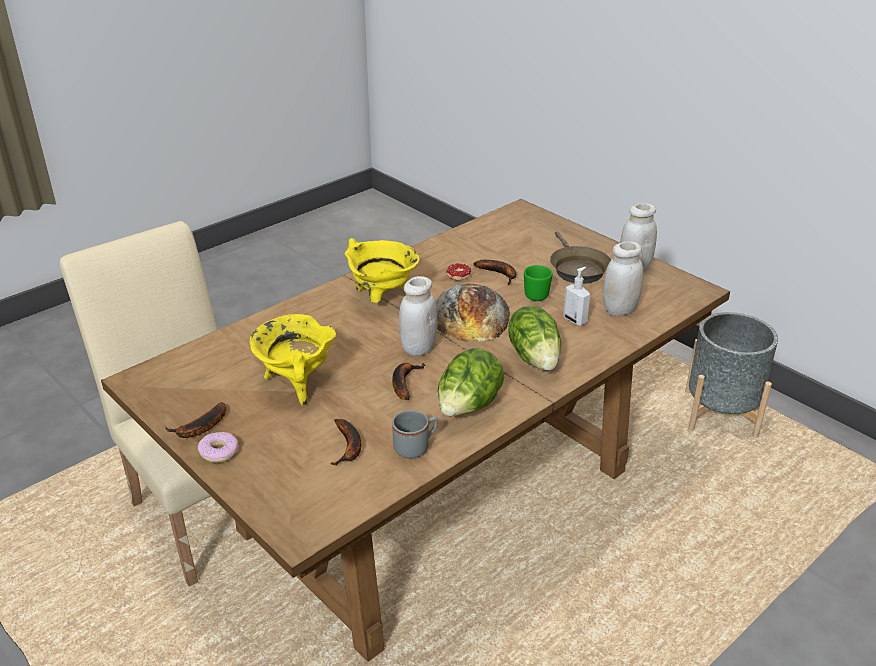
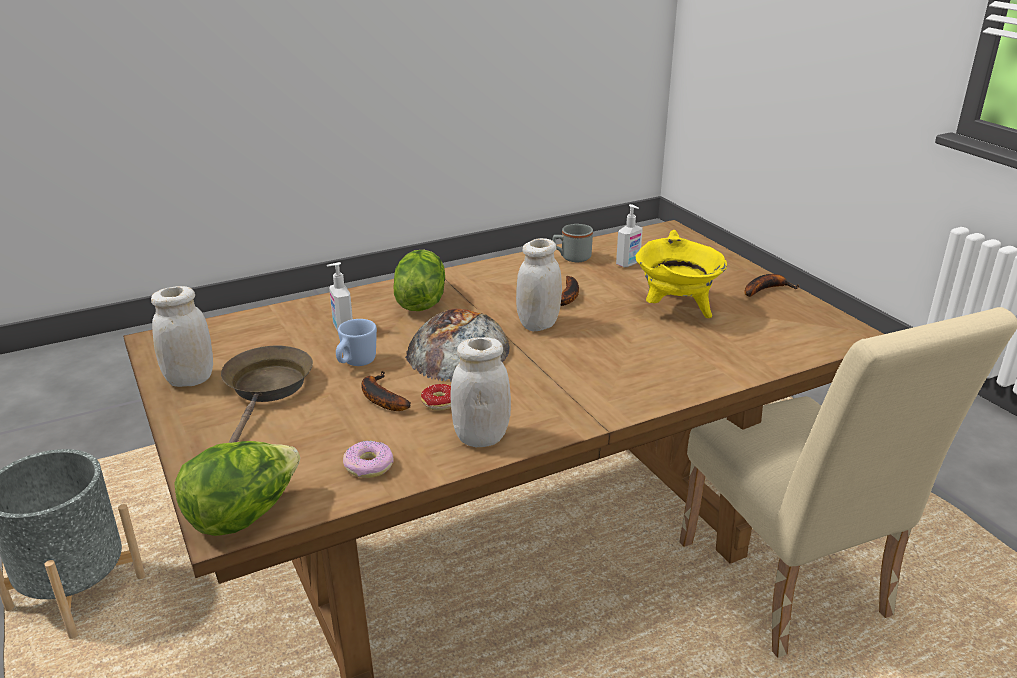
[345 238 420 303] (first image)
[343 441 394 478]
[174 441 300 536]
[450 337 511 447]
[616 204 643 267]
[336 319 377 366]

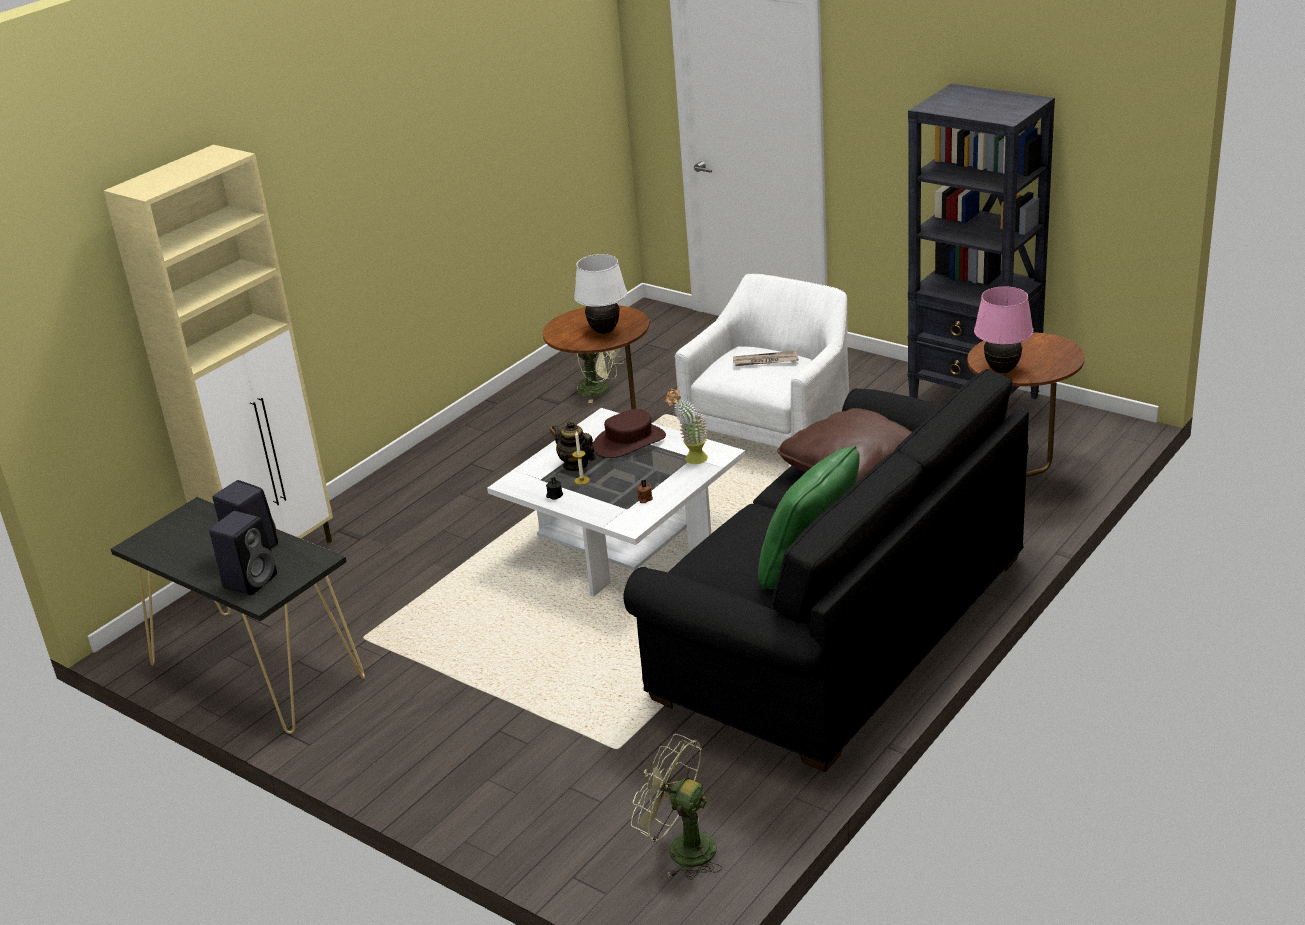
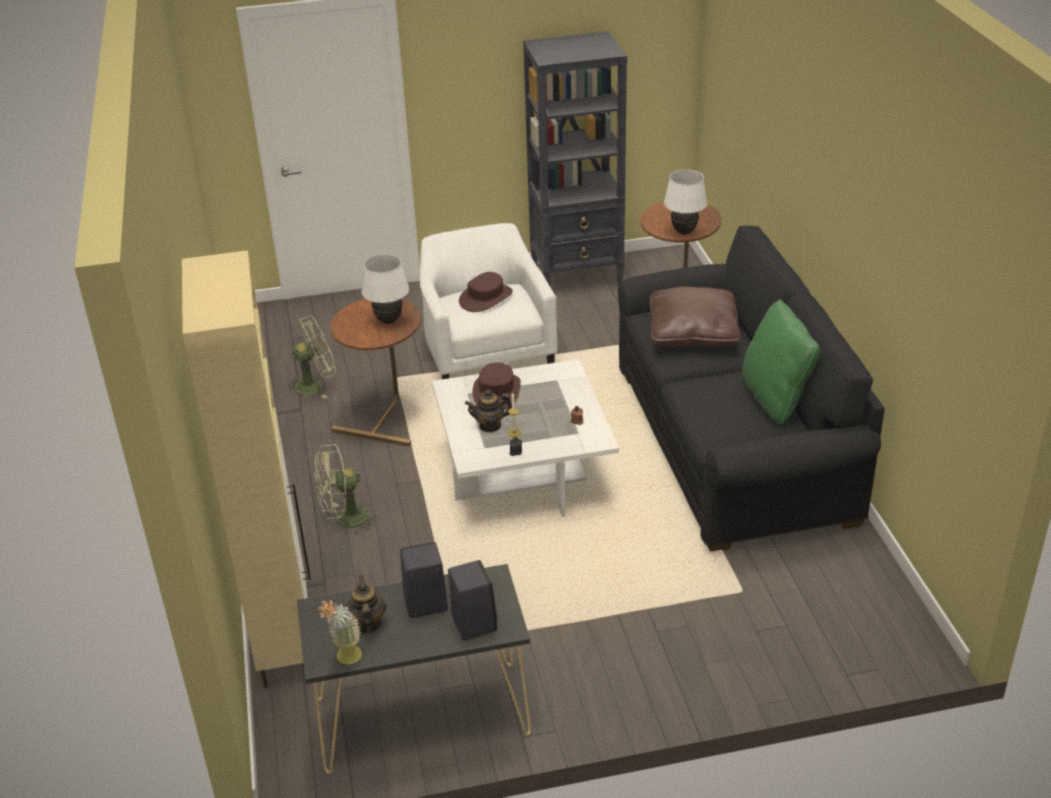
[346 575 386 634]
[315 444 379 536]
[317 599 362 665]
[459 272 513 312]
[664 170 707 235]

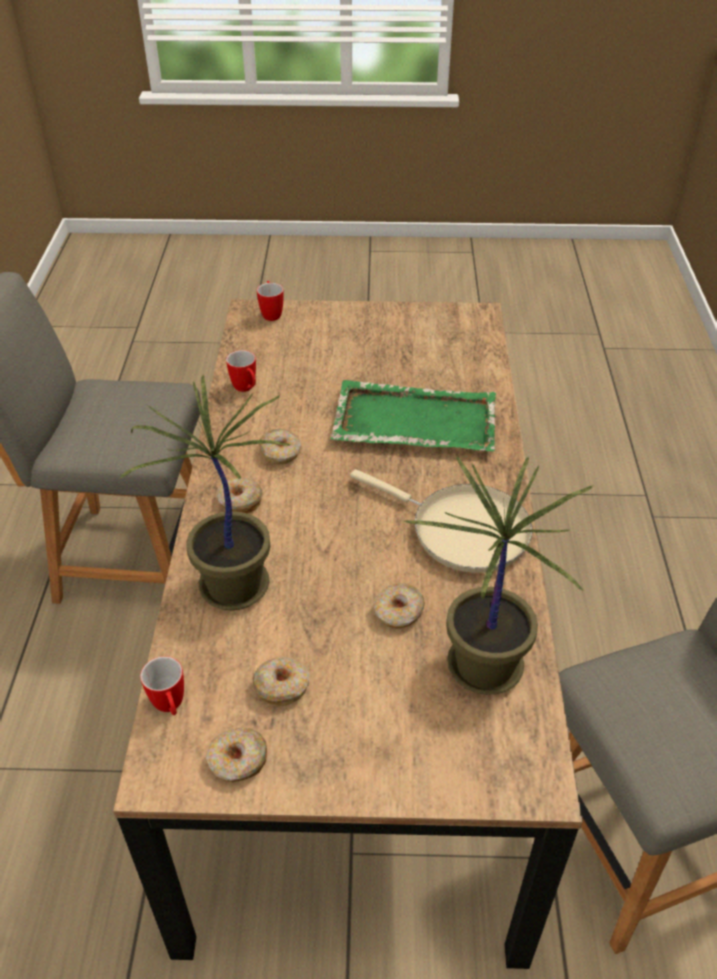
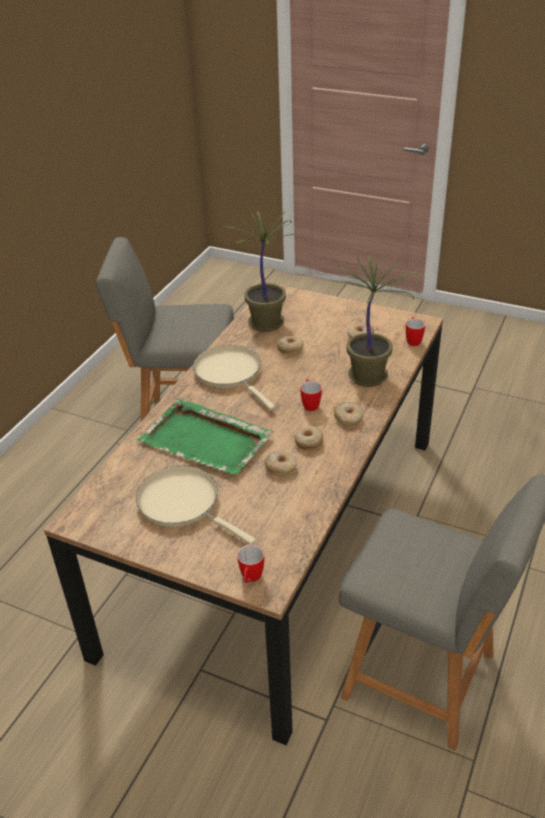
[136 466 256 544]
[264 451 297 476]
[300 379 322 411]

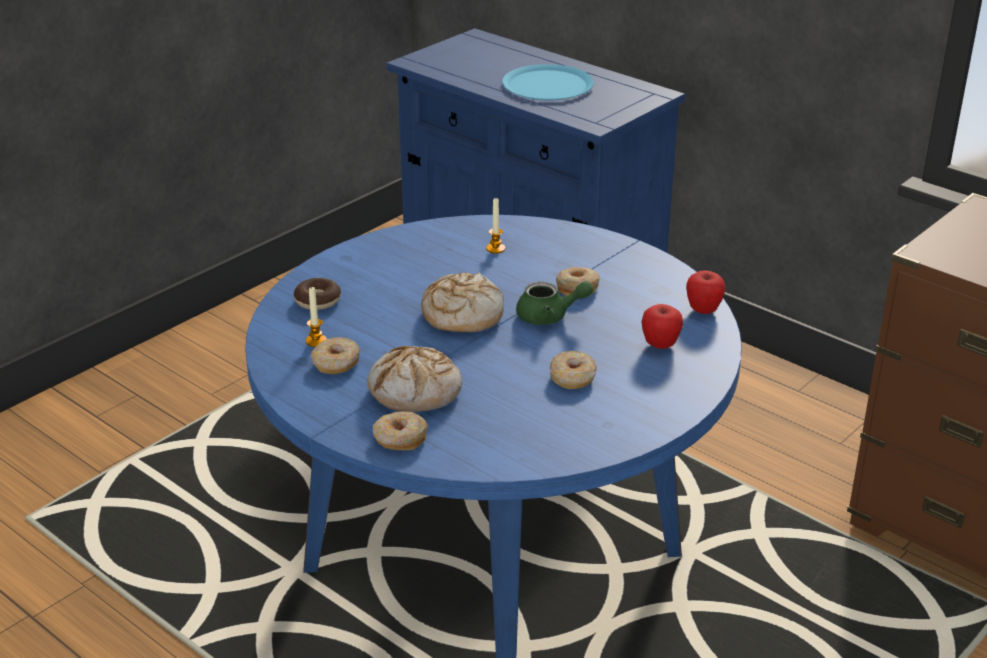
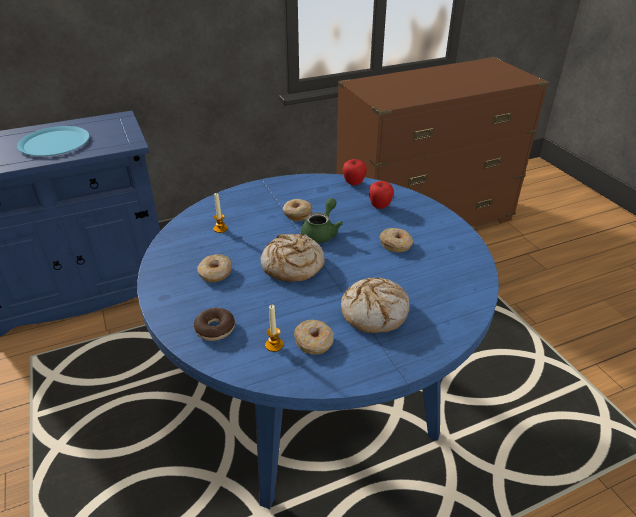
[197 254 232 282]

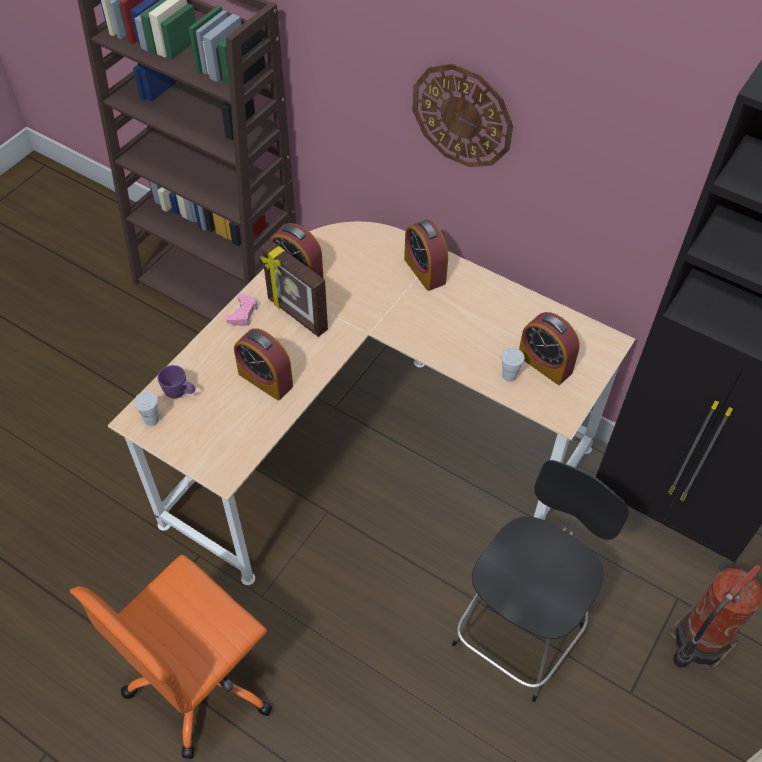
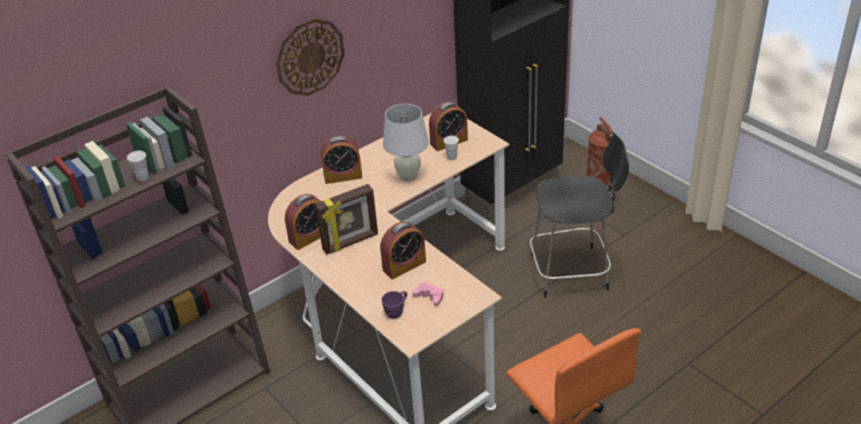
[383 104 429 182]
[127 151 149 181]
[412 282 444 306]
[530 133 629 298]

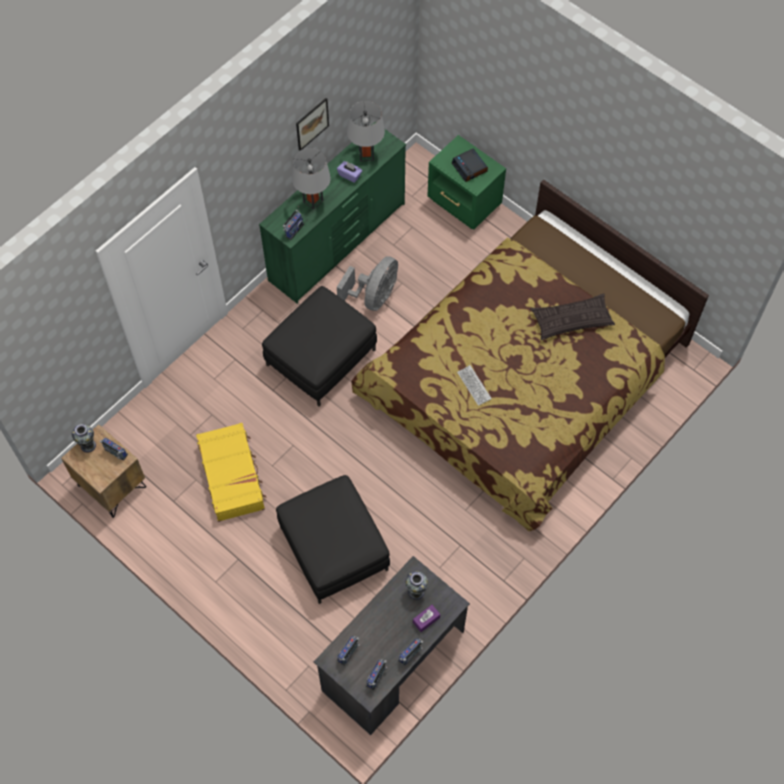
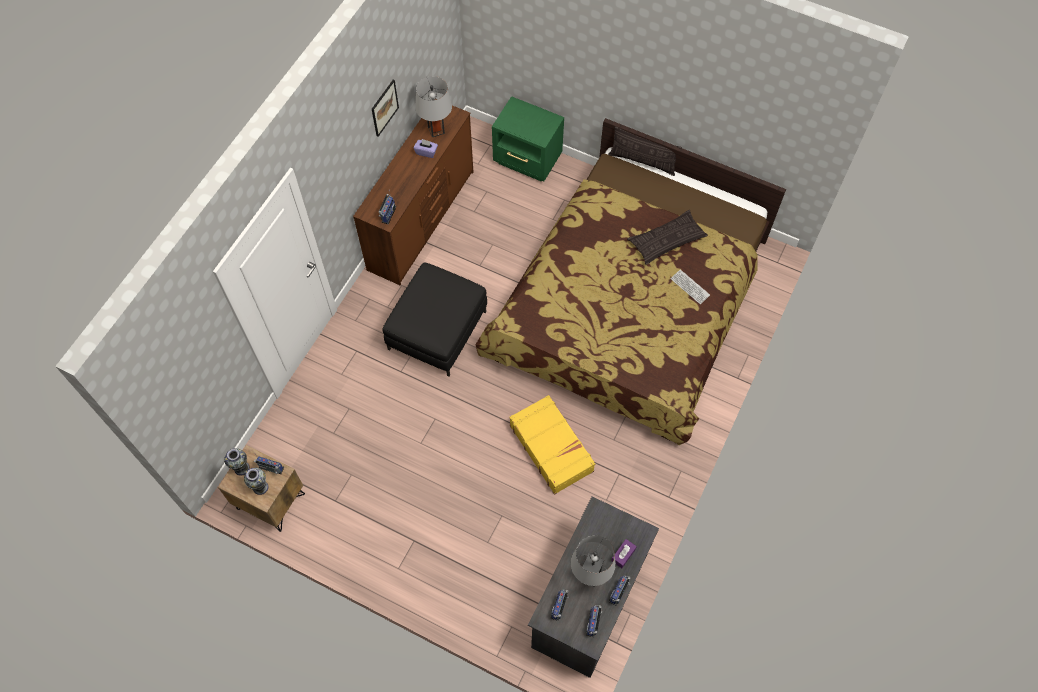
[276 475 390 604] (first image)
[337 256 398 311] (first image)
[452 148 488 182] (first image)
[608 126 682 176]
[509 395 595 494]
[571 535 616 587]
[244 468 268 495]
[671 270 710 304]
[353 99 474 285]

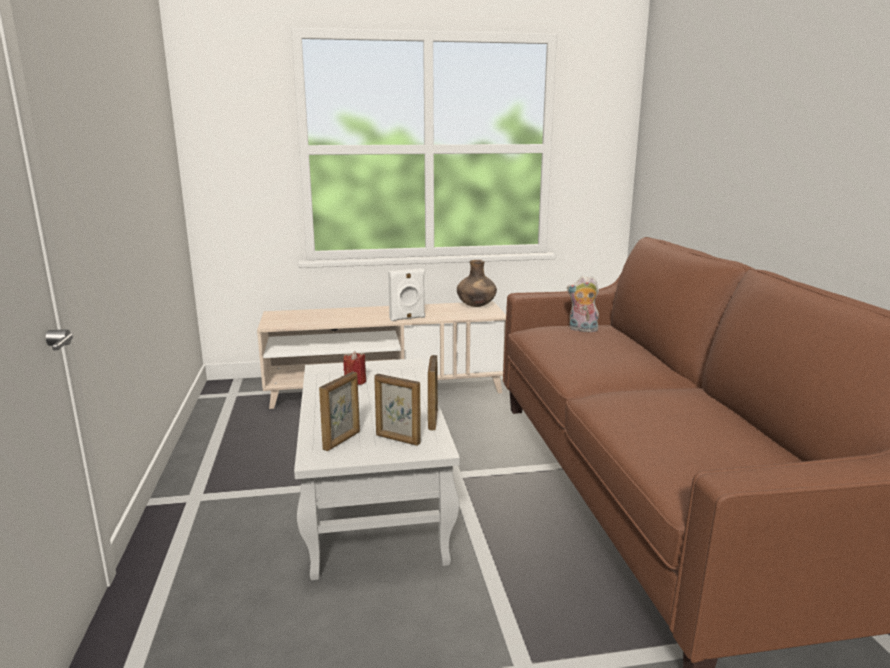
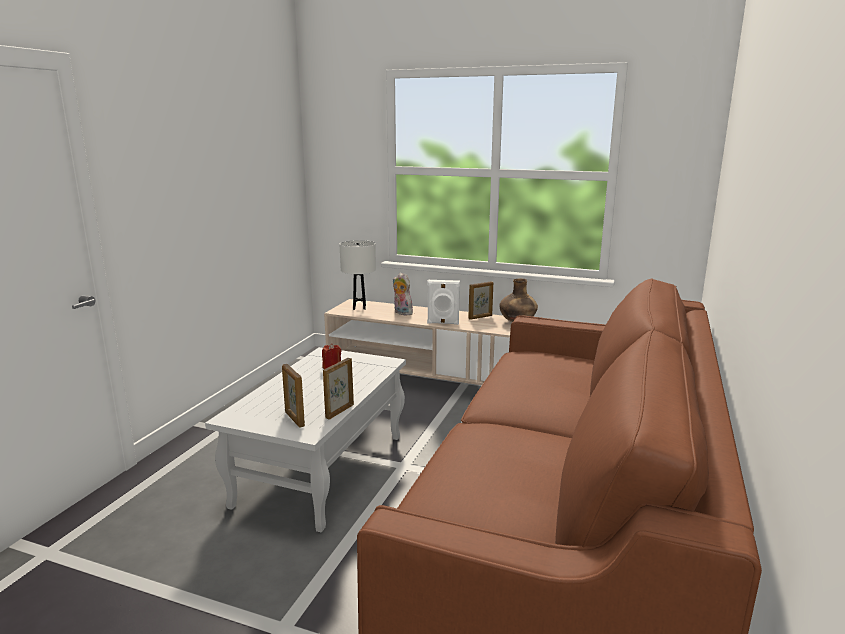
[339 240 376 310]
[468 281 493 320]
[393 273 413 316]

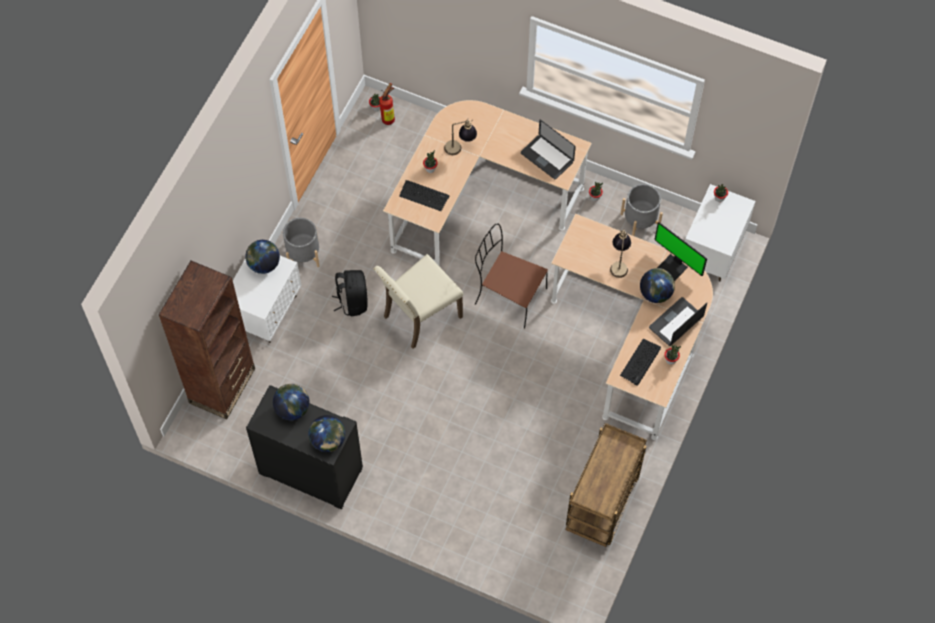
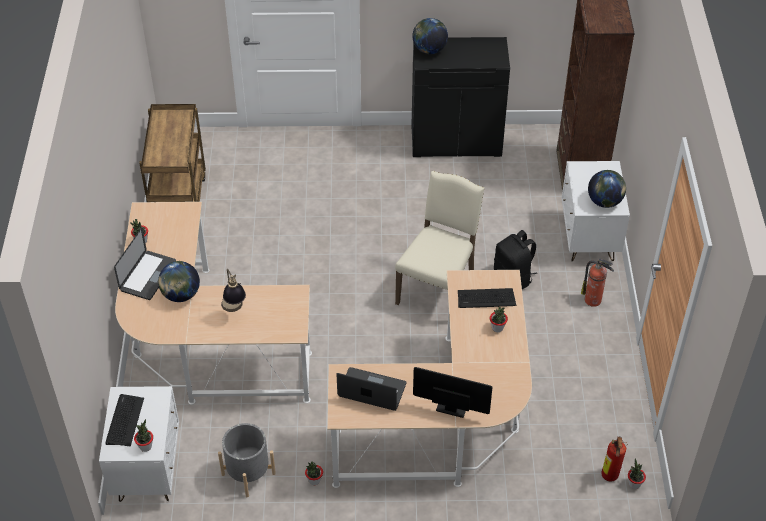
[273 384 309 420] (first image)
[444 118 477 155] (first image)
[475 224 548 329] (first image)
[105 394 144 446]
[413 367 492 418]
[581 259 614 307]

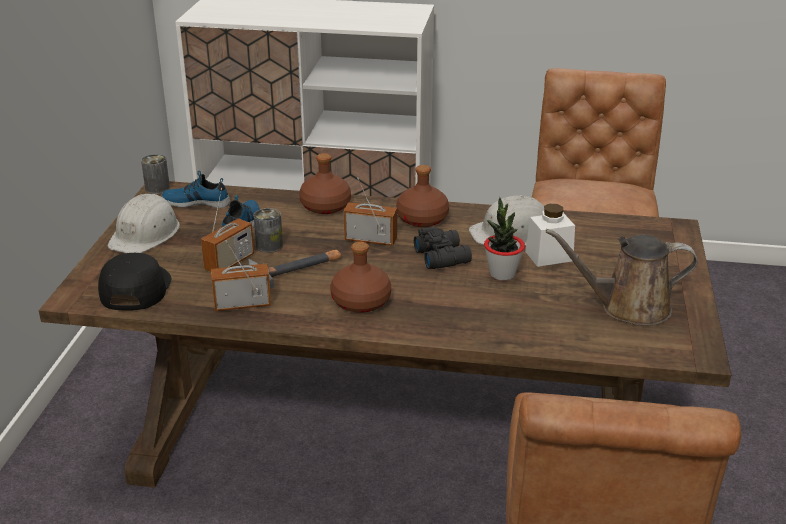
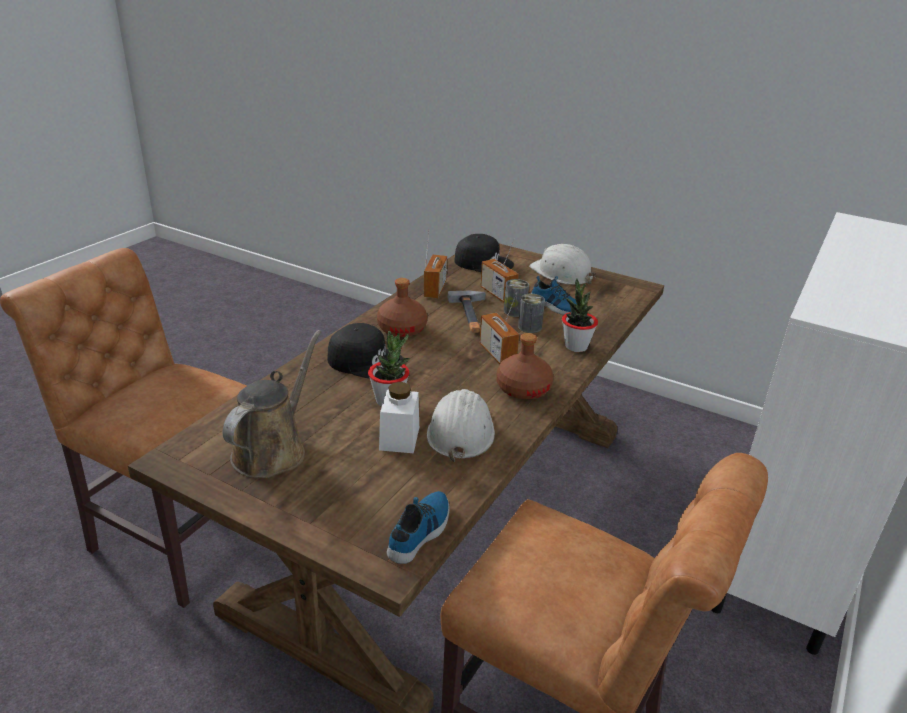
[414 227 472 269] (first image)
[327 323 403 378]
[518 294 545 333]
[387 491 450 564]
[562 278 598 352]
[479 293 519 364]

